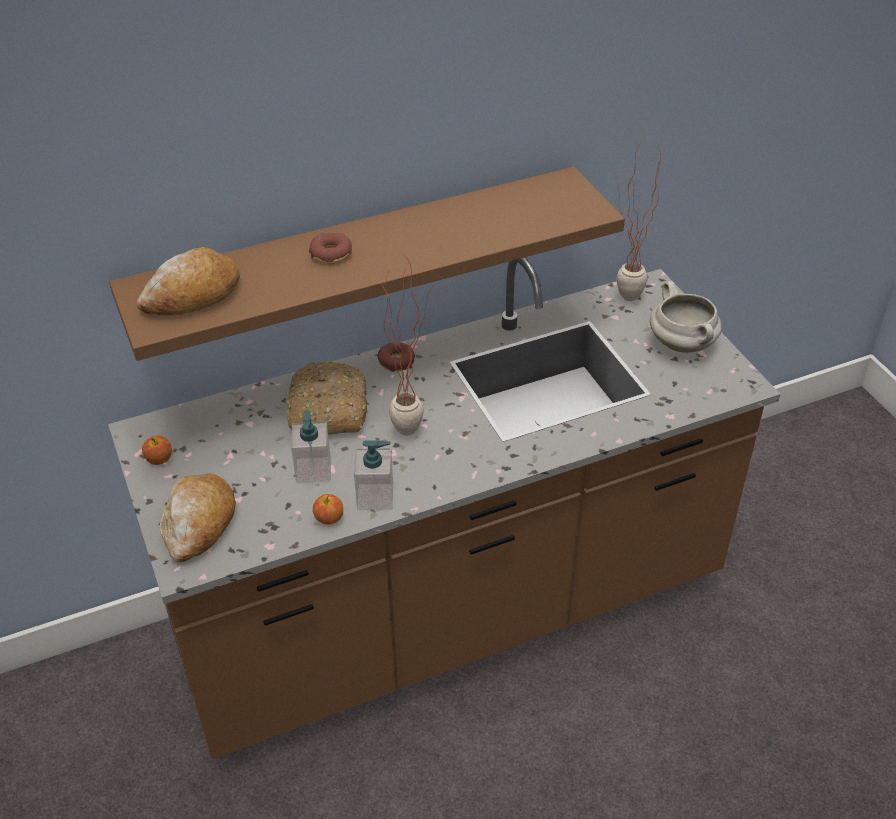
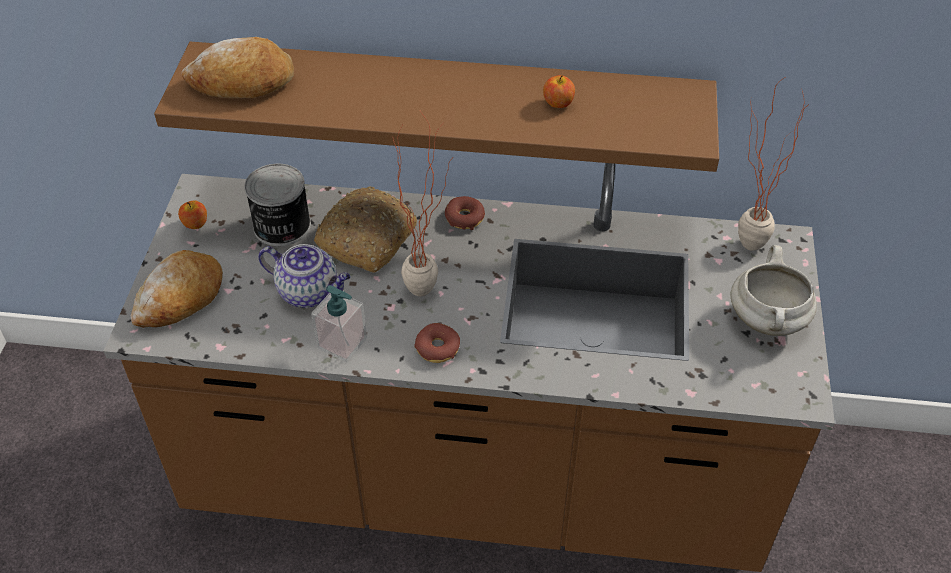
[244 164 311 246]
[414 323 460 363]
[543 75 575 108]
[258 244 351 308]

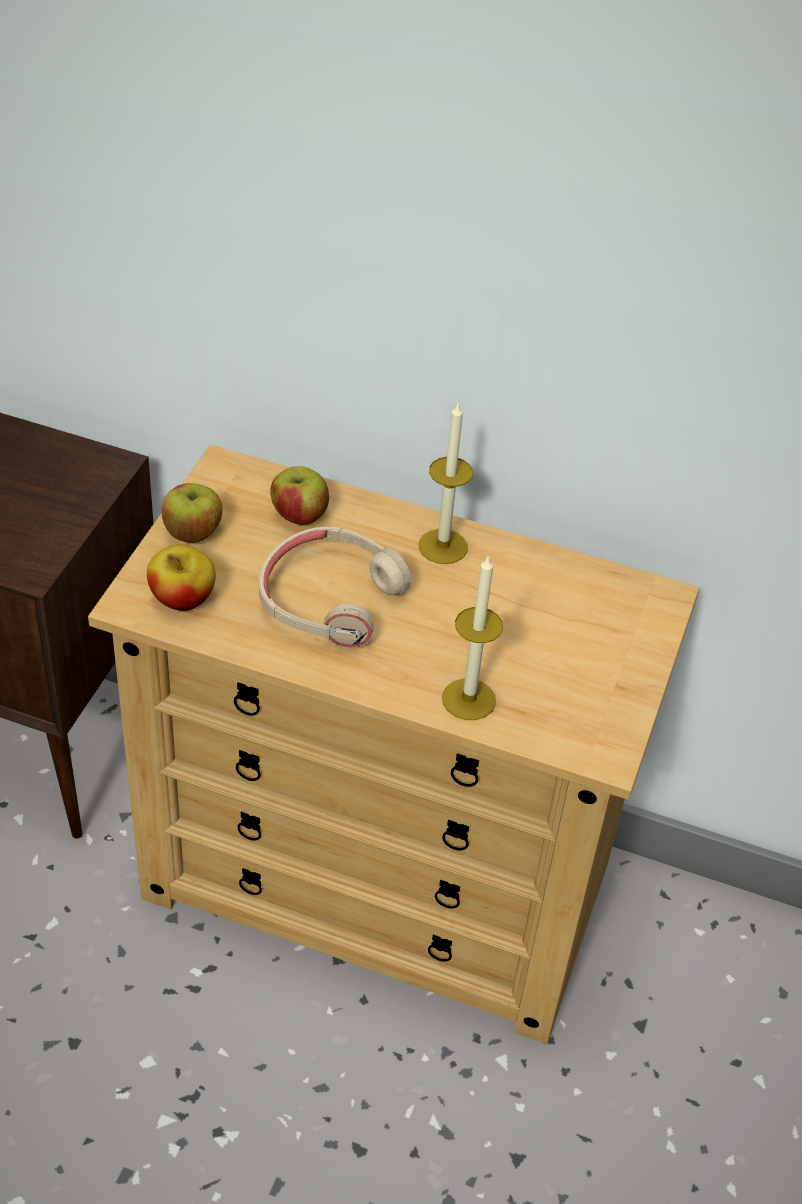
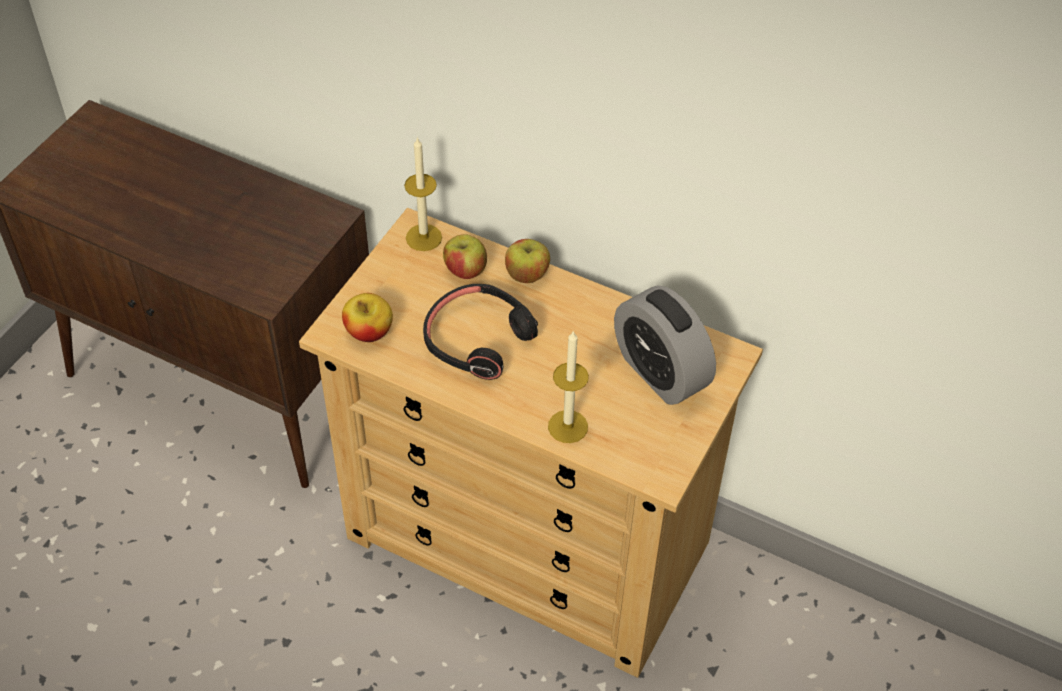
[614 285 716 405]
[505 239 550 283]
[404 137 442 251]
[423 284 538 380]

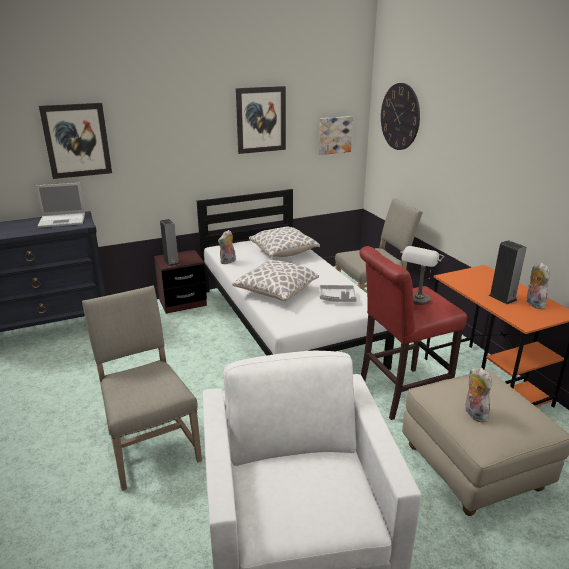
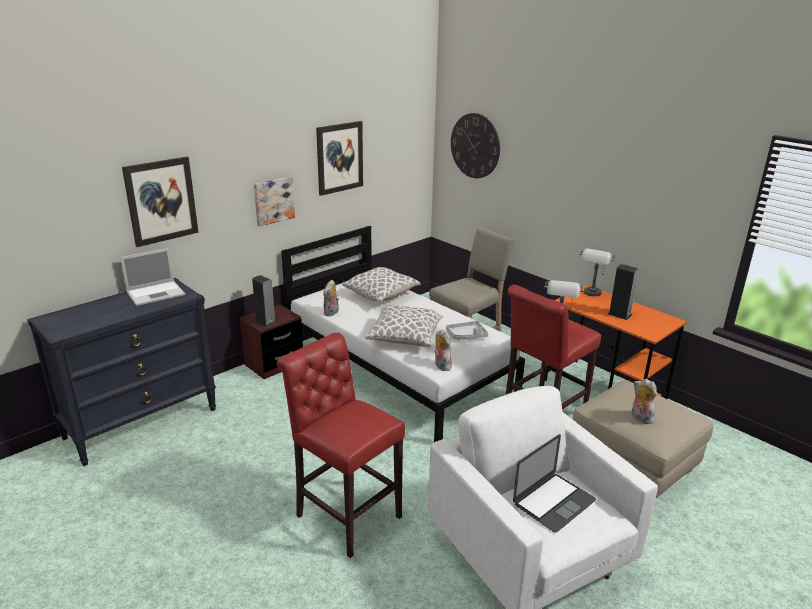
[513 434 596 532]
[579 249 615 296]
[254 177 295 226]
[434 329 452 371]
[277 333 406 558]

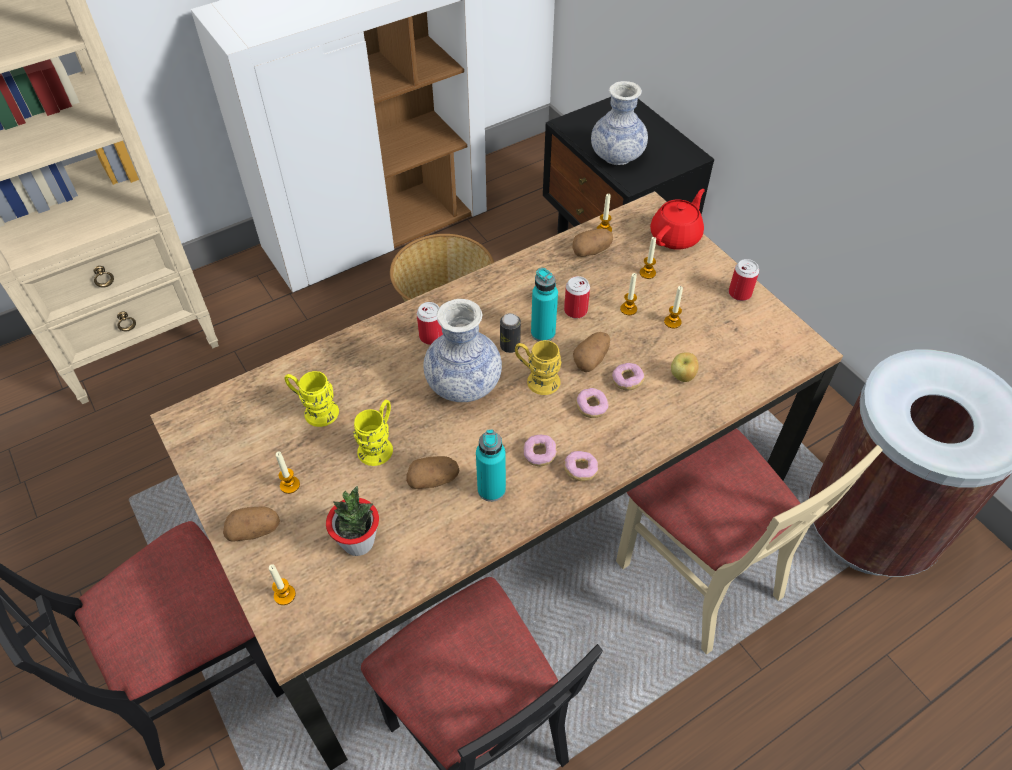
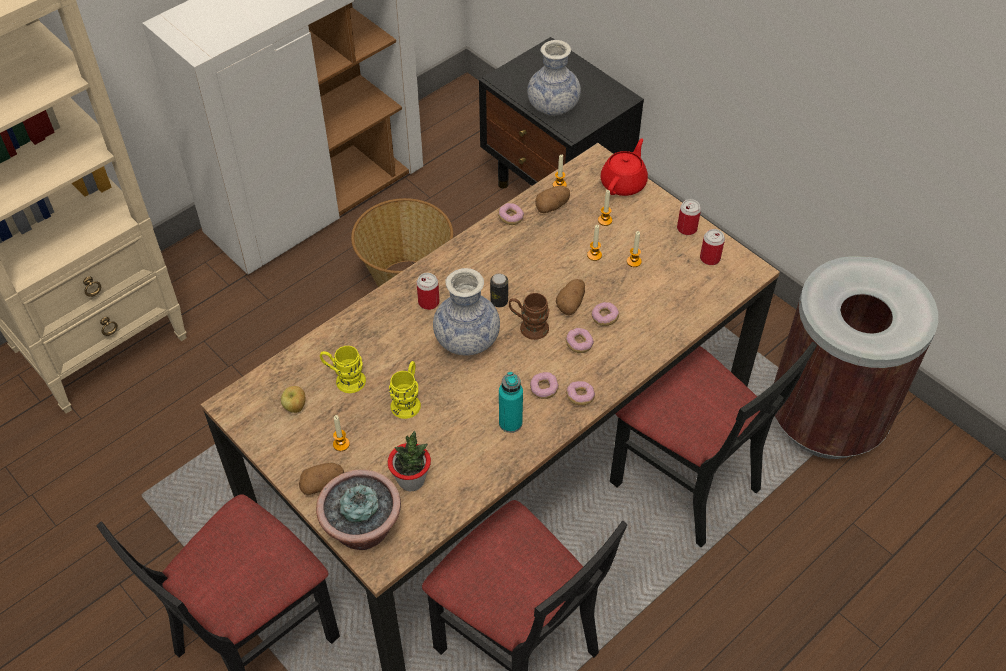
[406 456 459 489] (first image)
[531 268 558 341] (first image)
[498 203 524 225]
[700 229 725 265]
[281 386 305 413]
[316 469 401 550]
[509 293 549 340]
[610 342 817 547]

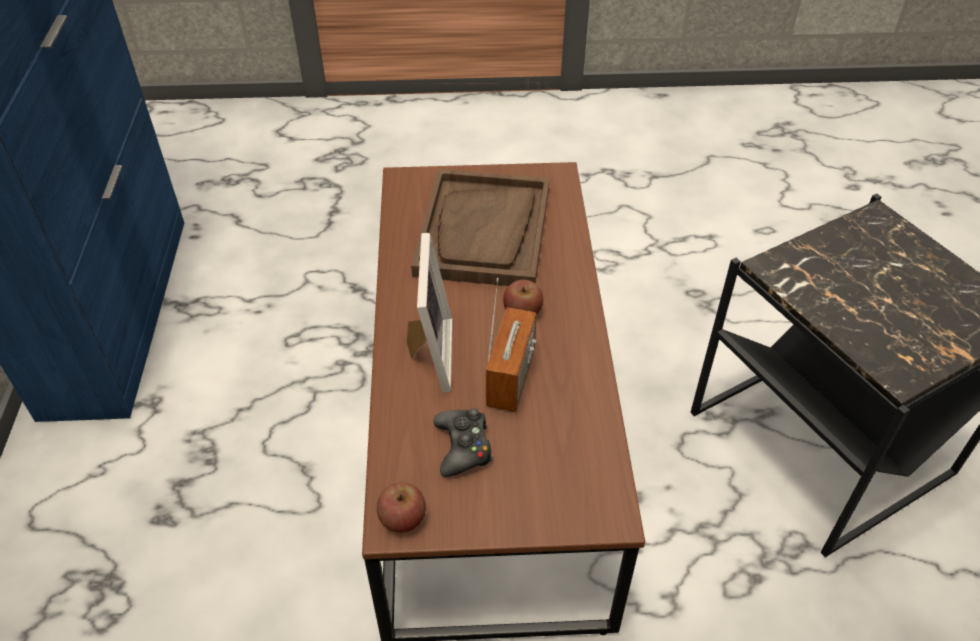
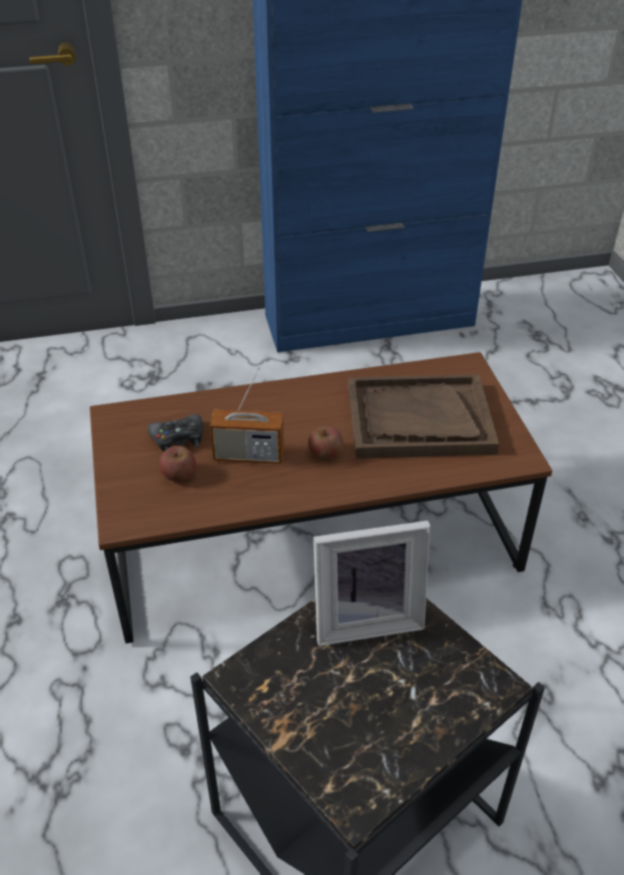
[160 446 196 482]
[313 521 430 646]

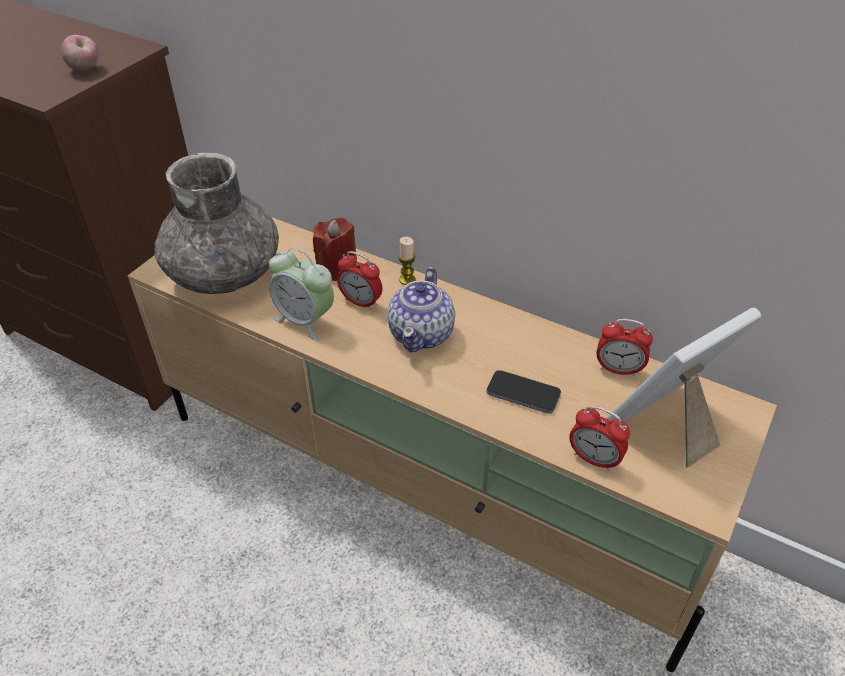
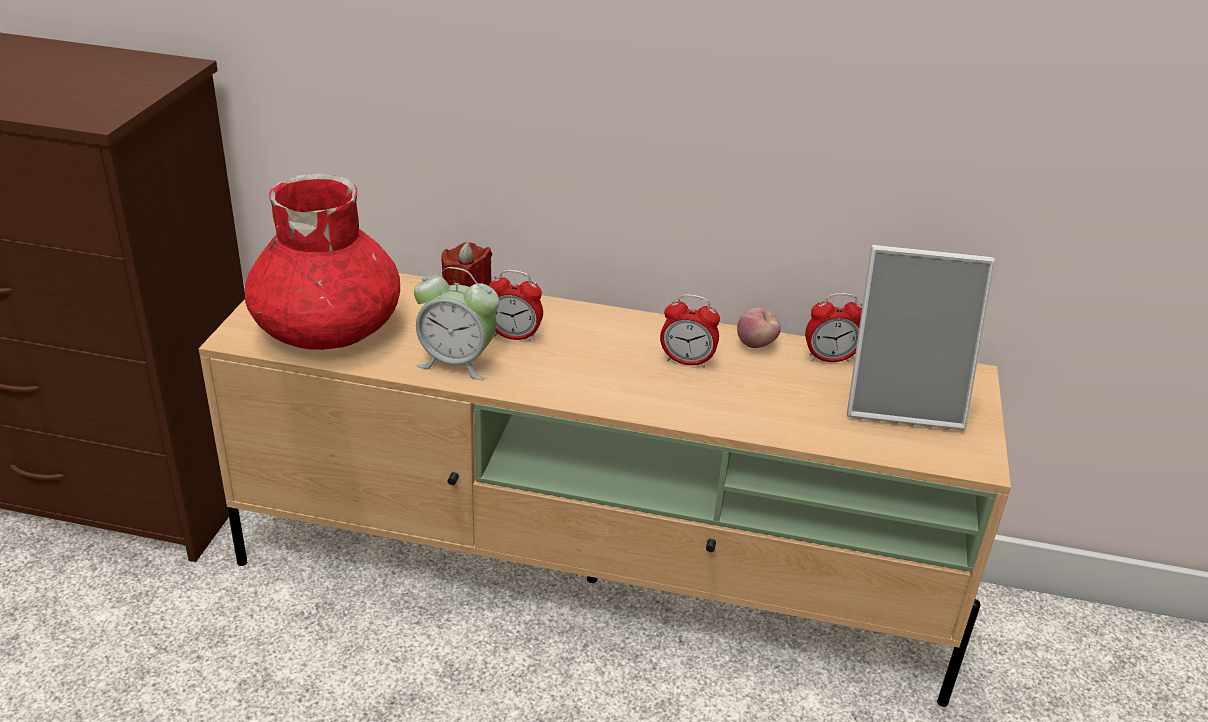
[387 267 455 352] (first image)
[398 237 416 285] (first image)
[486 370 561 414] (first image)
[737 308 781 348]
[660 294 720 368]
[245 174 400 350]
[847 245 995 430]

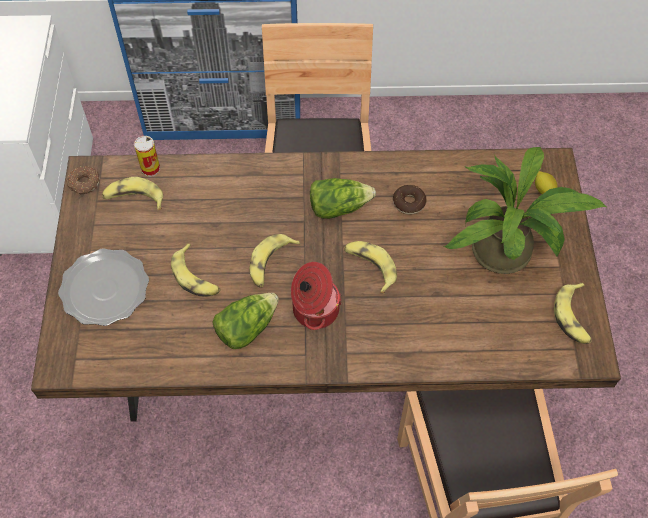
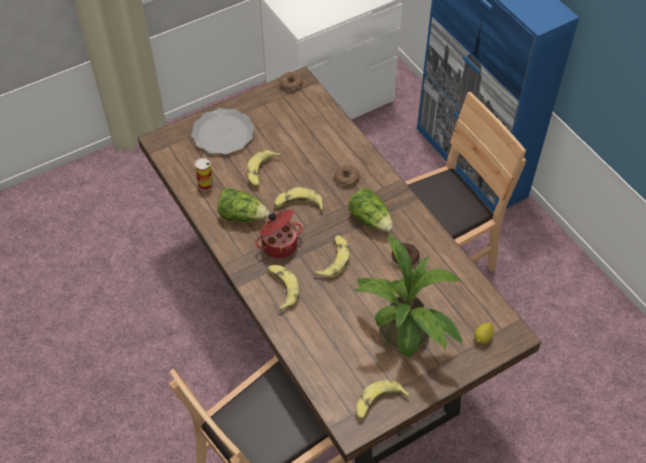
[334 165 360 186]
[267 265 299 311]
[195 158 213 191]

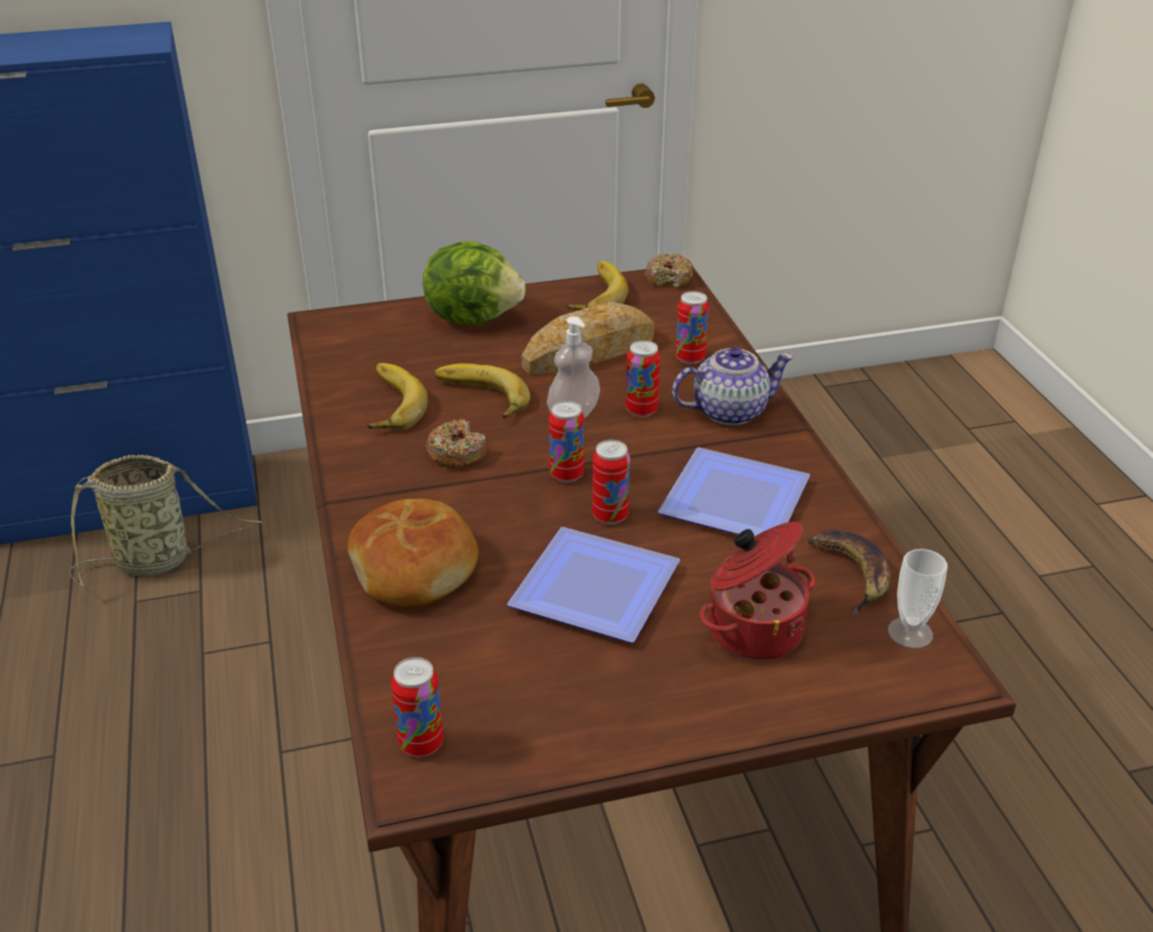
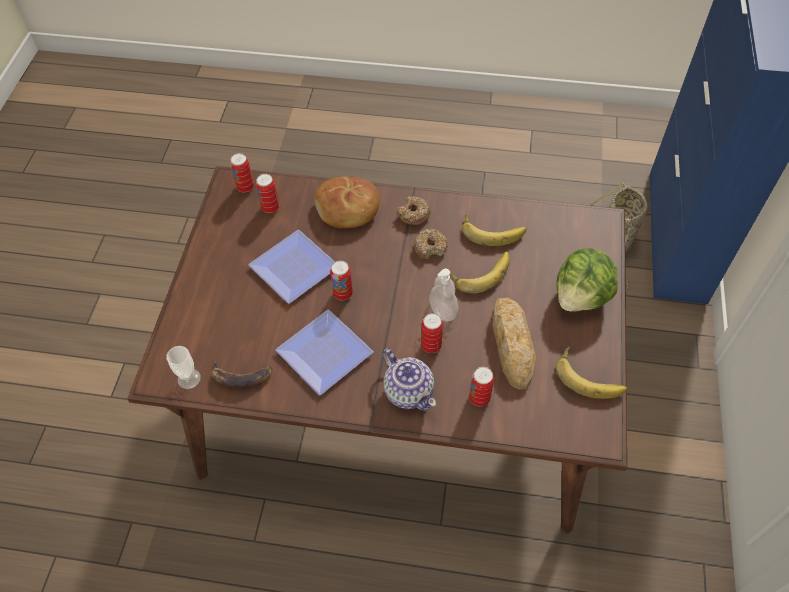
[700 522 815 661] (first image)
[256 174 279 213]
[397 196 431 225]
[382 349 437 411]

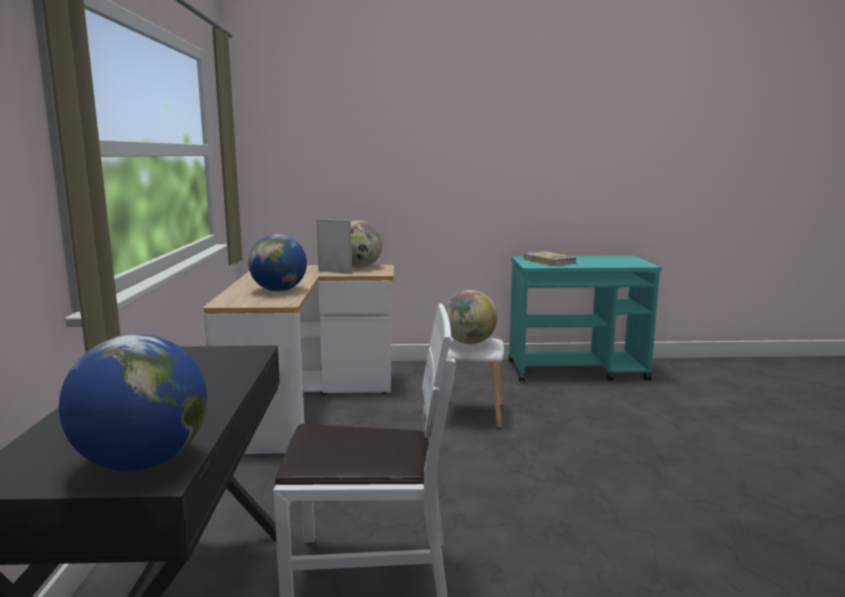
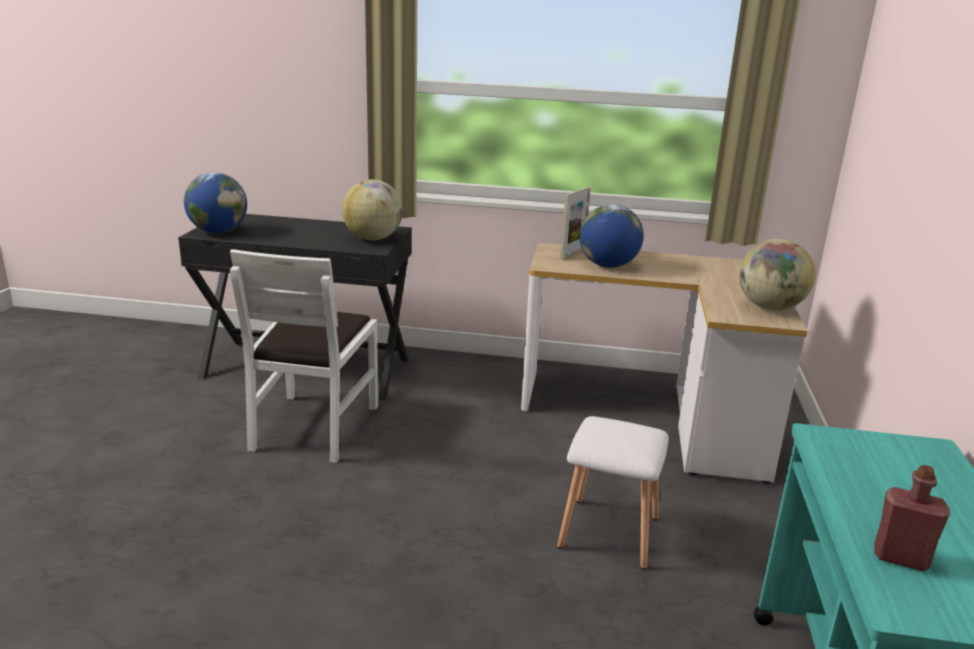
[524 251 577 266] (first image)
[874 465 950 571]
[560 187 591 259]
[342 179 403 240]

